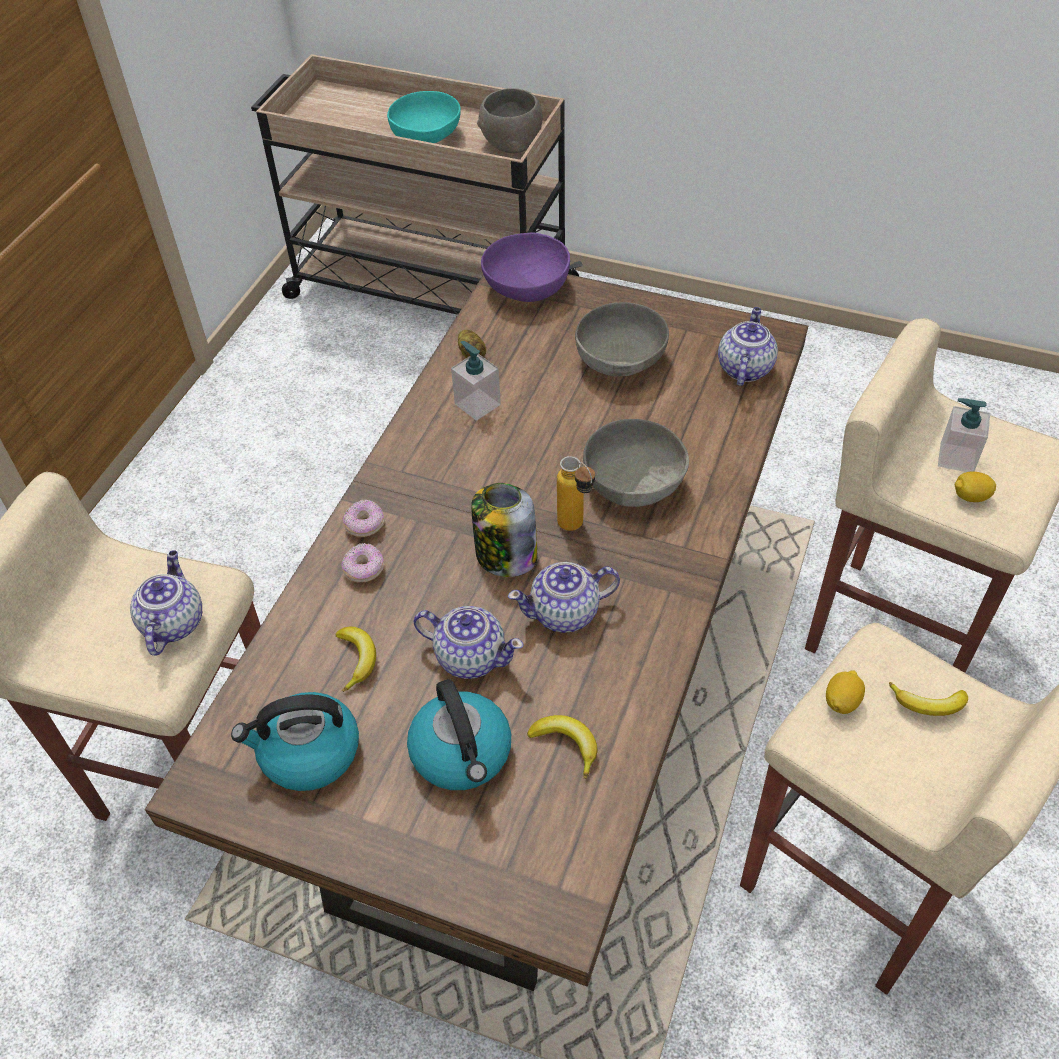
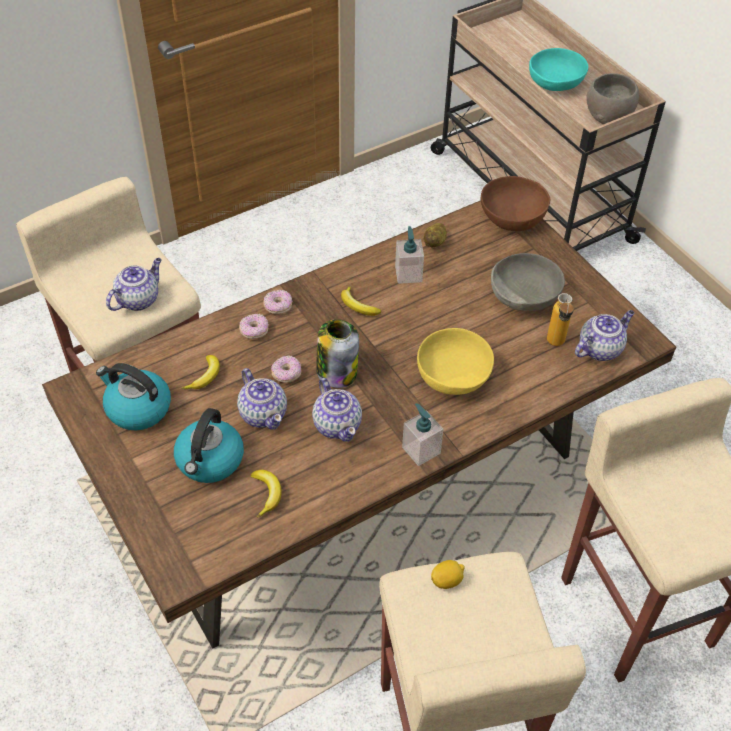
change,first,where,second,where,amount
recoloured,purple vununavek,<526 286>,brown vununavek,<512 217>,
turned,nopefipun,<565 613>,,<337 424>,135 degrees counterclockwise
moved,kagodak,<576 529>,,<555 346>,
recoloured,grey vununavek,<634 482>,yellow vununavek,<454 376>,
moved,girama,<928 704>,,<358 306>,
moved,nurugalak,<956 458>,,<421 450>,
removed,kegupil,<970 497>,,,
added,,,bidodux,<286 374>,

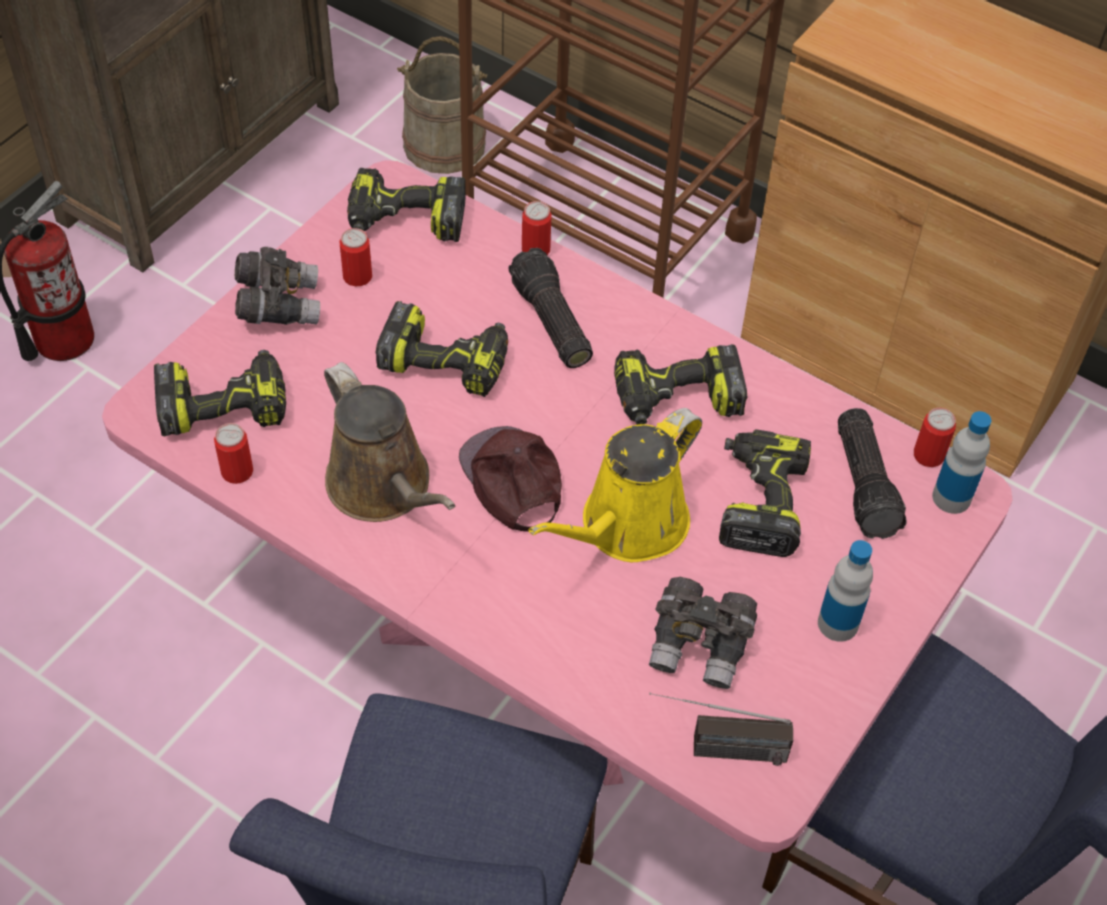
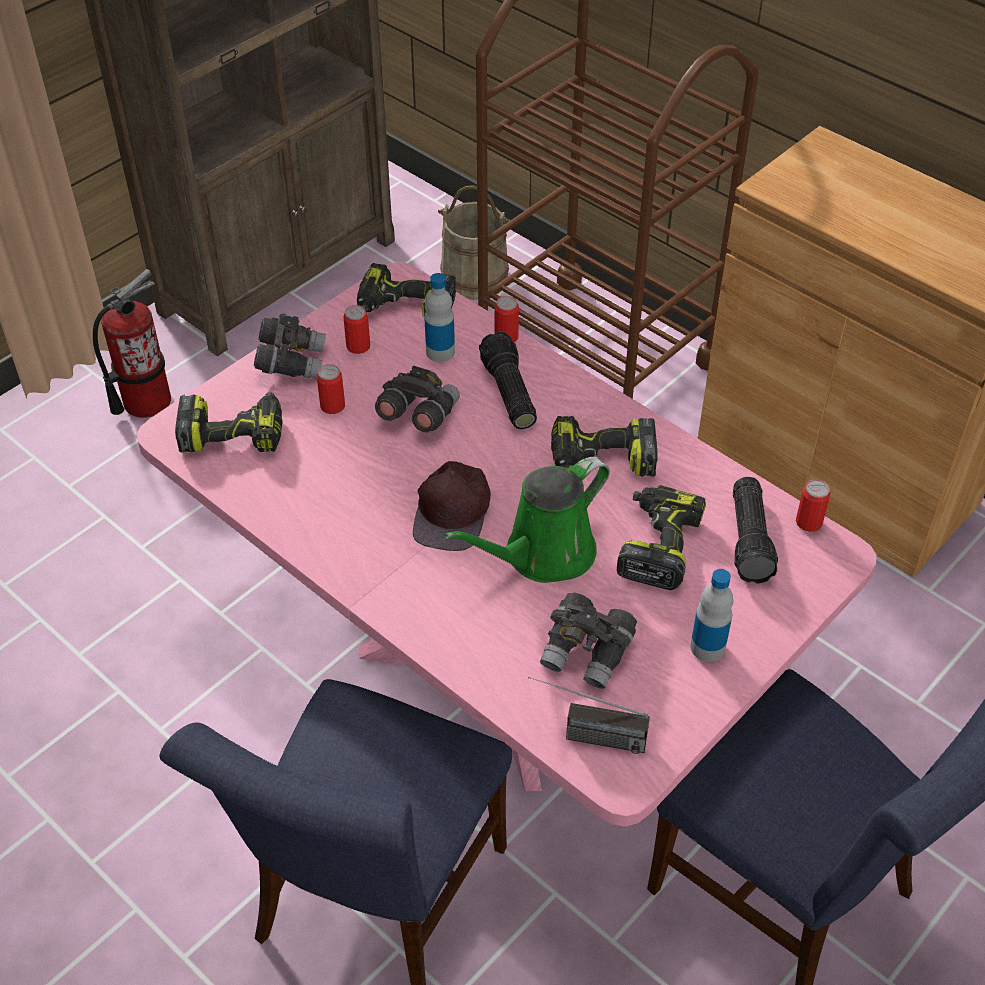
change,first,where,second,where,amount
moved,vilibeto,<237 471>,,<332 406>,
removed,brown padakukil,<384 487>,,,
replaced,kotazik,<446 360>,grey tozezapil,<418 415>,
turned,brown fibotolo,<511 481>,,<453 511>,150 degrees counterclockwise
recoloured,yellow padakukil,<627 527>,green padakukil,<542 555>,
moved,kagodak,<951 497>,,<440 352>,

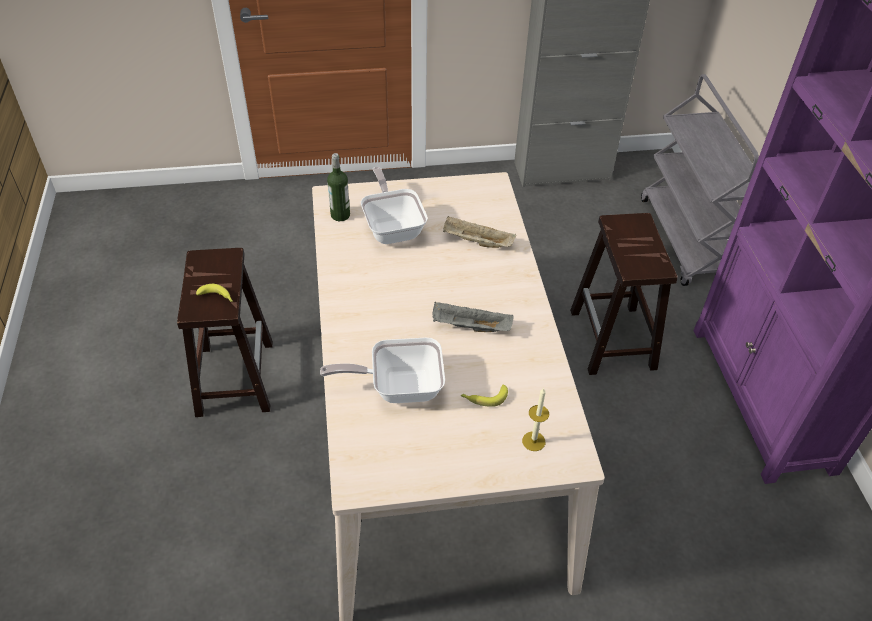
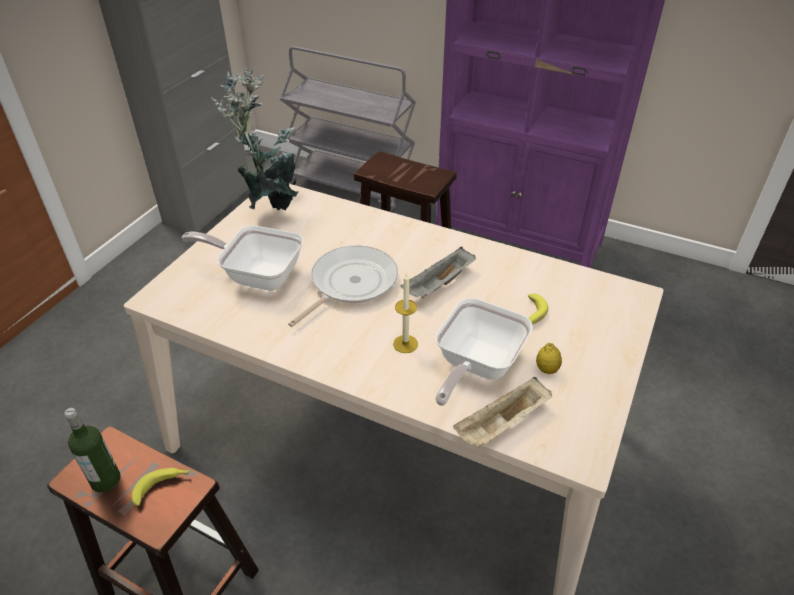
change,first,where,second,where,amount
moved,kagodak,<340 215>,,<106 480>,
moved,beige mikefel,<476 242>,,<502 425>,
moved,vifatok,<533 441>,,<405 344>,
added,,,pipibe,<271 205>,
added,,,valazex,<350 284>,
added,,,kegupil,<546 369>,

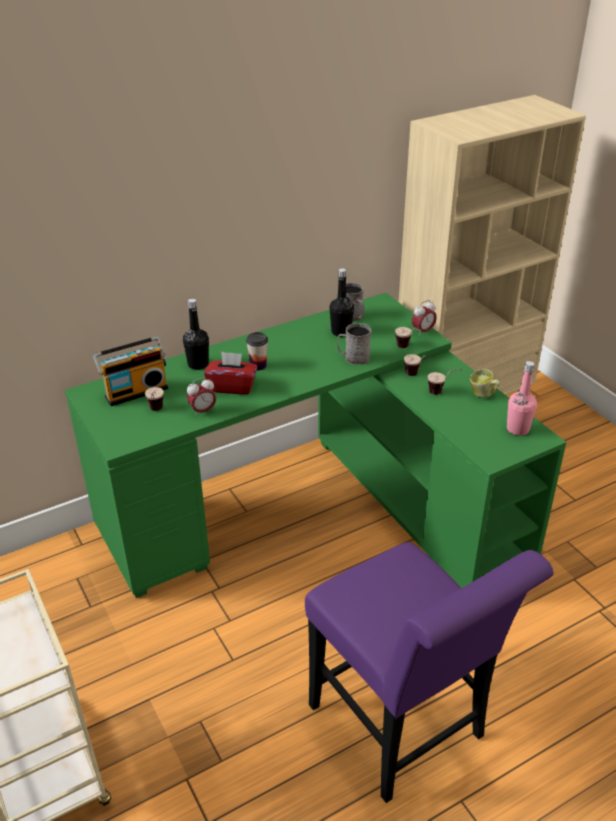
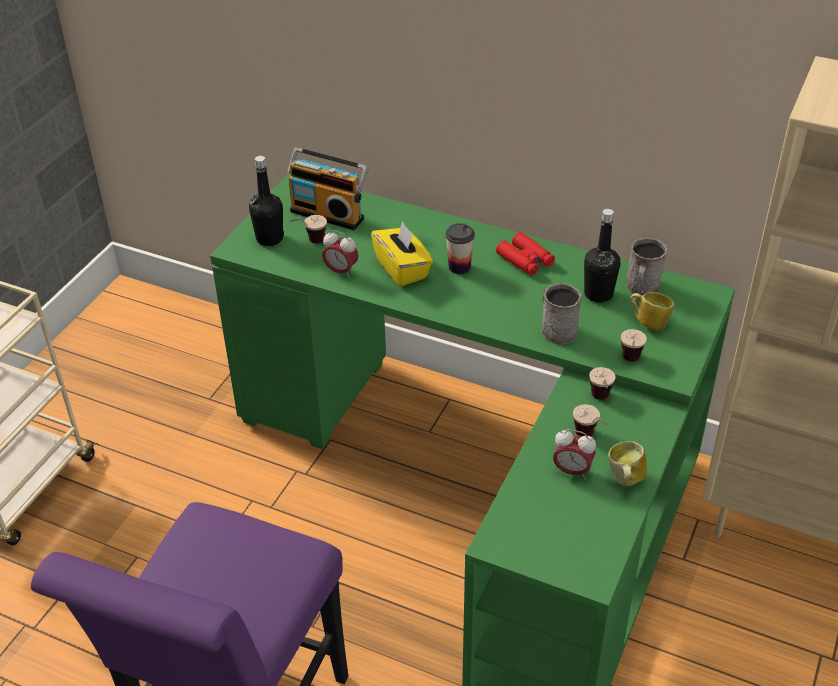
change,first,where,second,where,amount
moved,black kagodak,<198 364>,,<269 239>,
recoloured,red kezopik,<232 386>,yellow kezopik,<402 269>,
moved,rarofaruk,<423 331>,,<572 471>,
removed,pink kagodak,<517 429>,,,
added,,,red tozezapil,<525 260>,
added,,,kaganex,<648 323>,

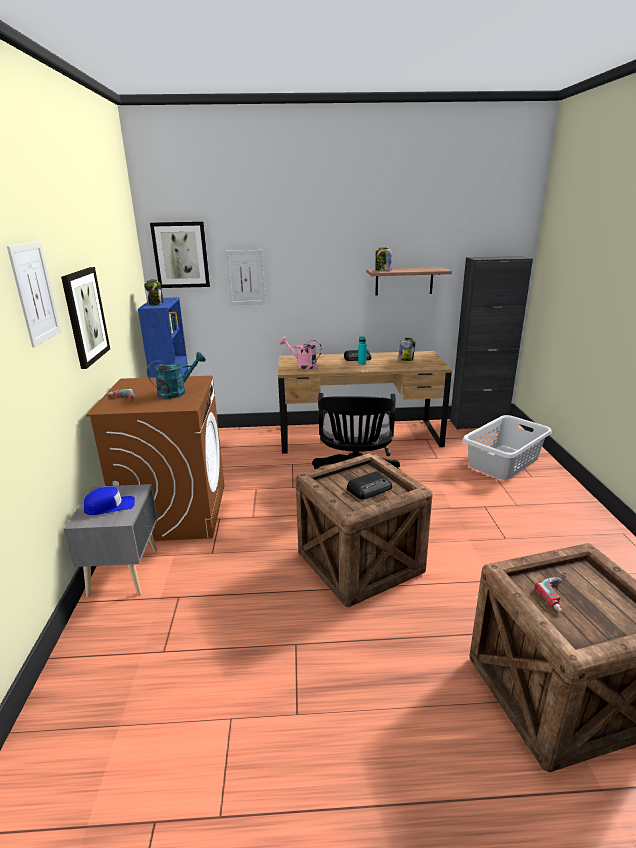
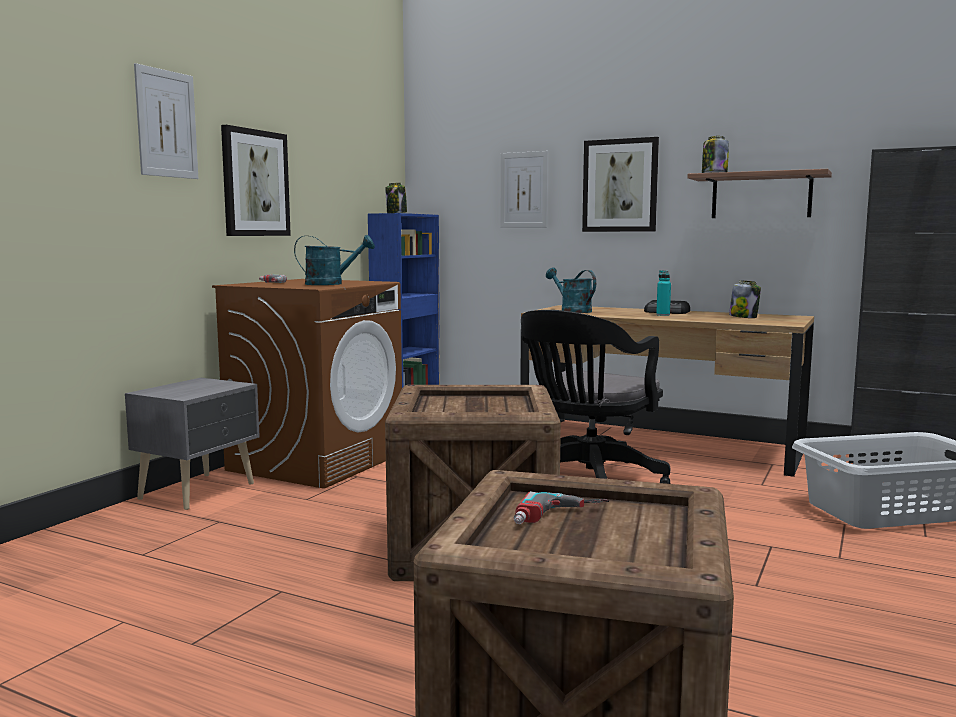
change,first,where,second,where,amount
removed,blue fibotolo,<110 506>,,,
moved,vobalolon,<181 255>,,<620 185>,
recoloured,pink padakukil,<303 365>,turquoise padakukil,<572 311>,
removed,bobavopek,<370 489>,,,

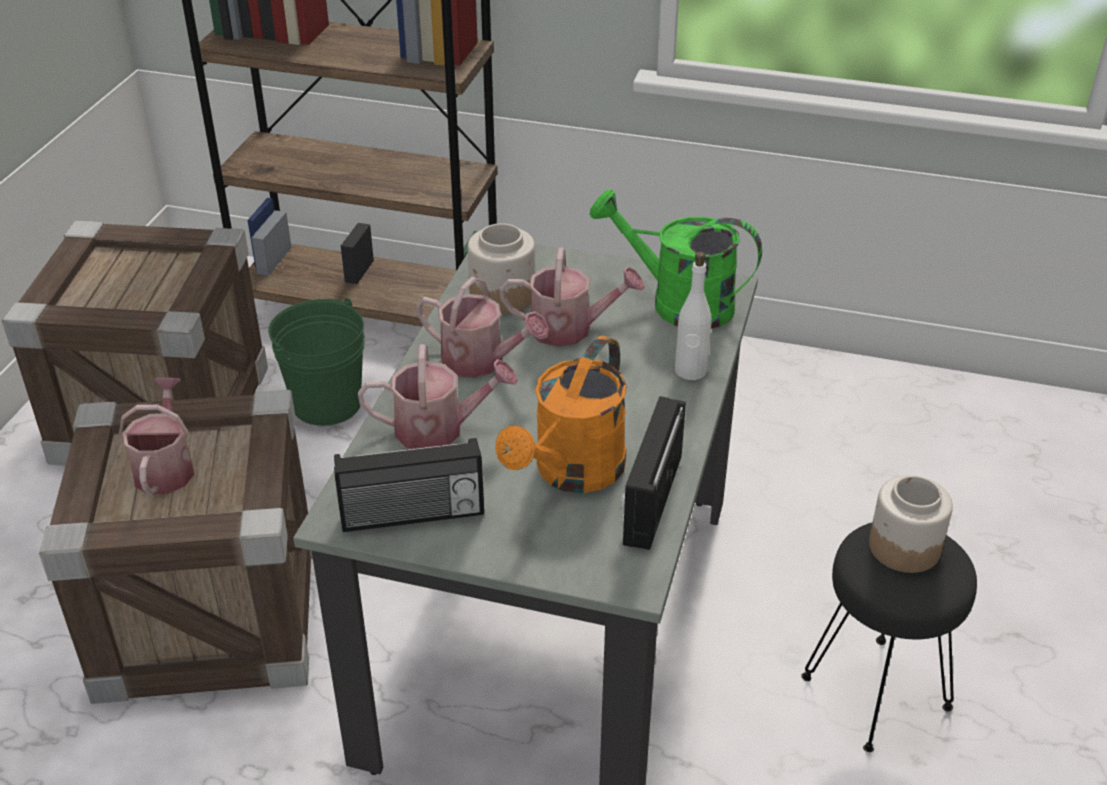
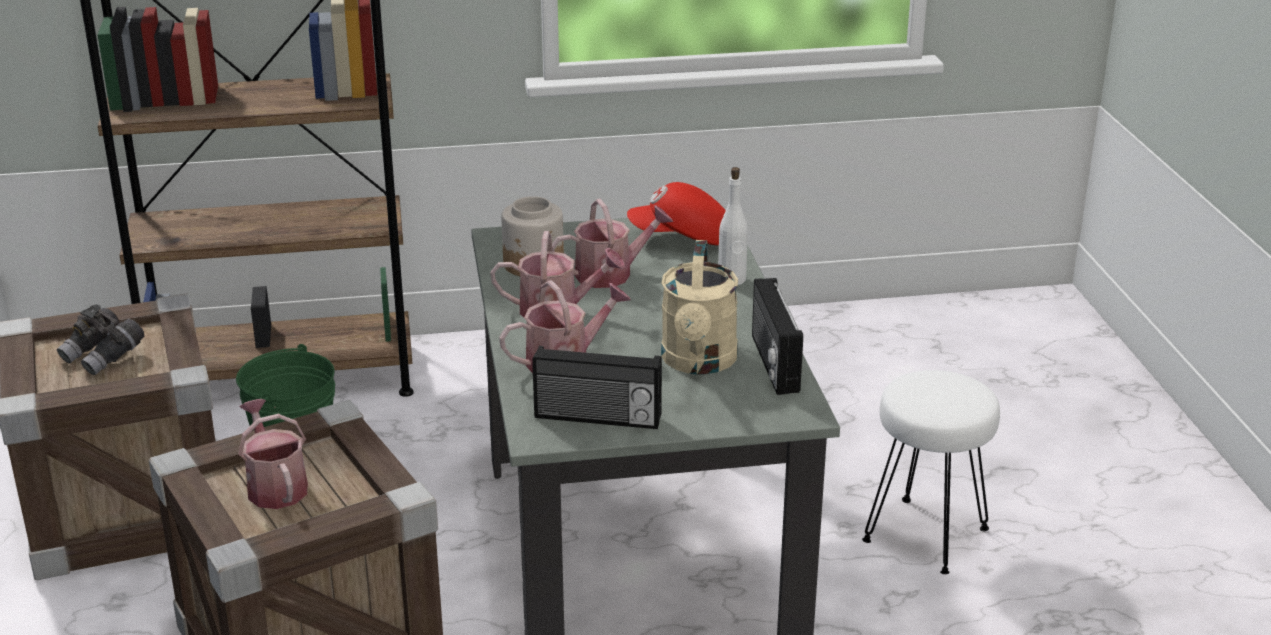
change,first,where,second,where,amount
turned,bobavopek,<412 516>,,<597 418>,45 degrees clockwise
recoloured,orange padakukil,<571 474>,beige padakukil,<698 363>,
replaced,green padakukil,<677 303>,red fibotolo,<683 239>,
recoloured,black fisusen,<876 694>,white fisusen,<926 536>,
removed,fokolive,<903 547>,,,
added,,,grey tozezapil,<104 357>,

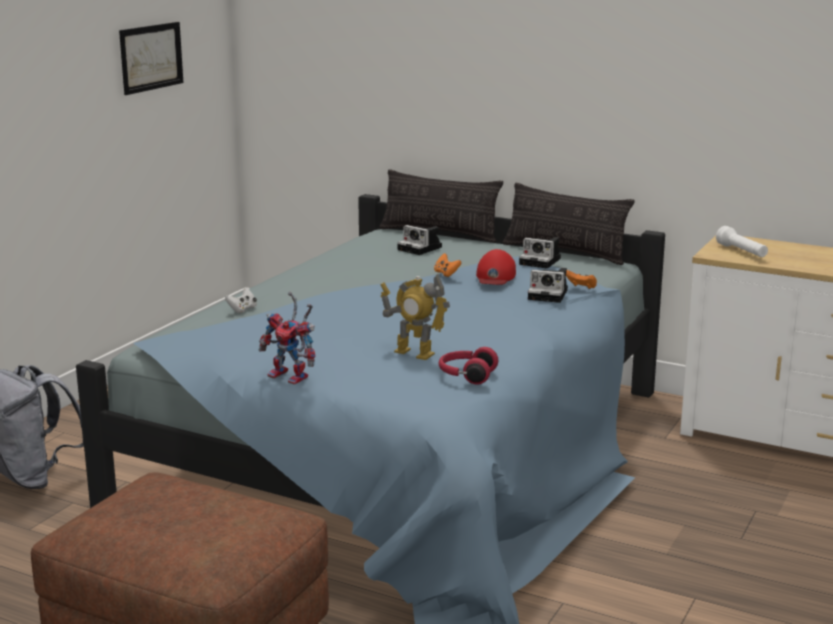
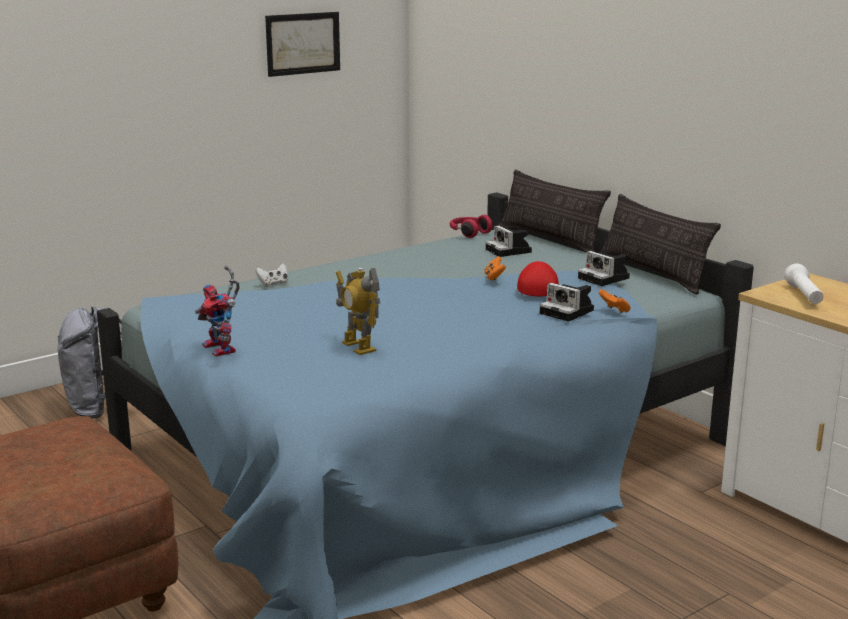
change,first,where,second,where,amount
moved,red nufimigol,<466 376>,,<469 233>,
turned,red fibotolo,<495 276>,,<537 286>,150 degrees clockwise

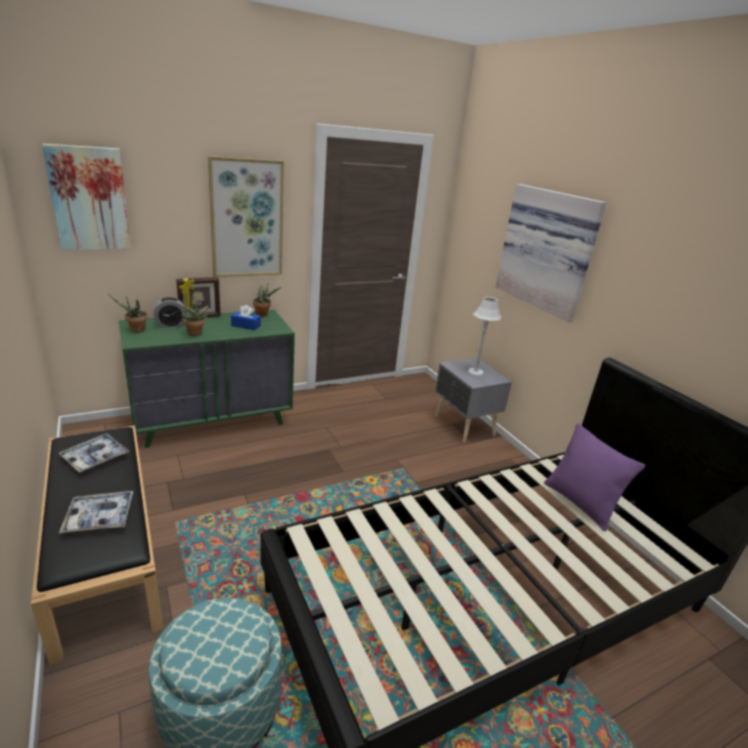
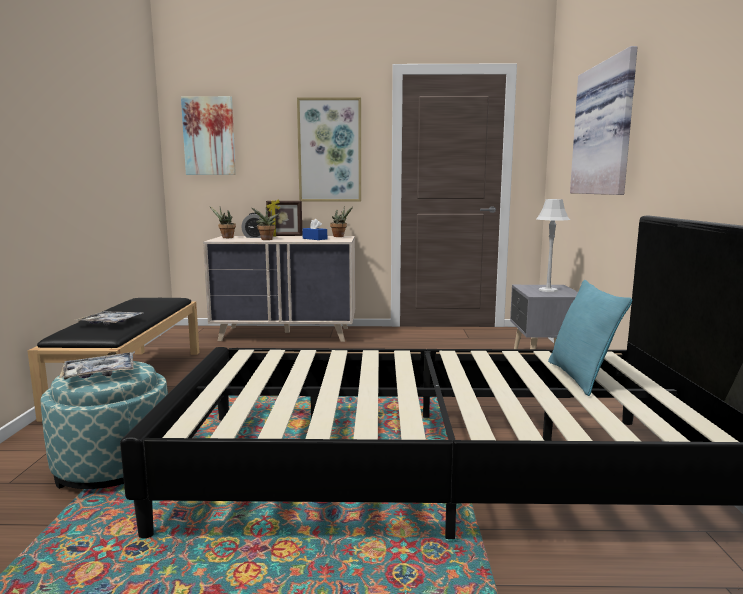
change,first,where,second,where,amount
moved,mikefel,<95 457>,,<99 373>,
recoloured,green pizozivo,<213 420>,beige pizozivo,<286 334>,
recoloured,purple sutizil,<579 503>,turquoise sutizil,<580 377>,

